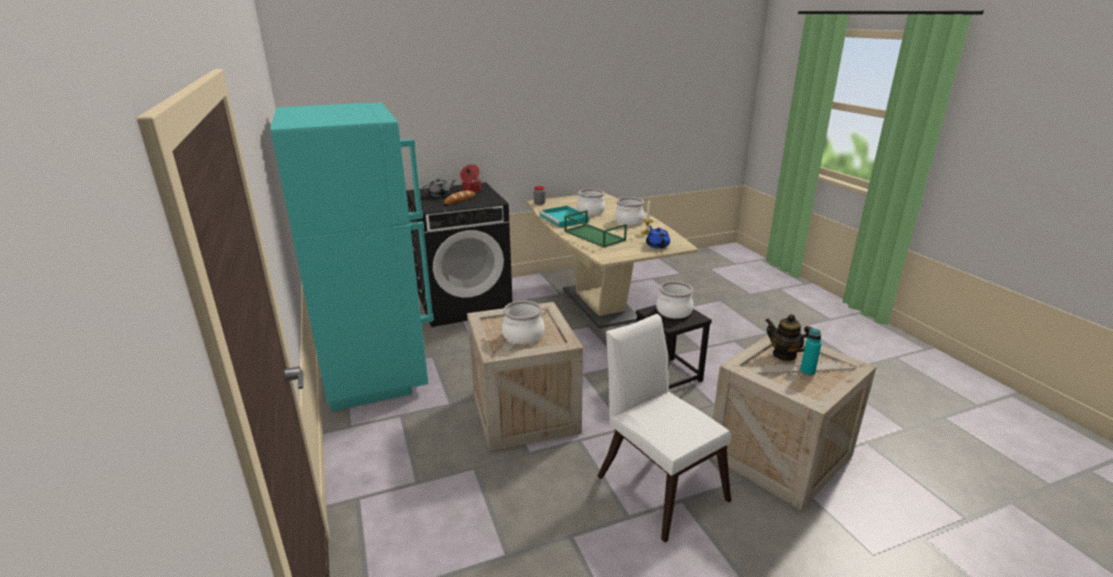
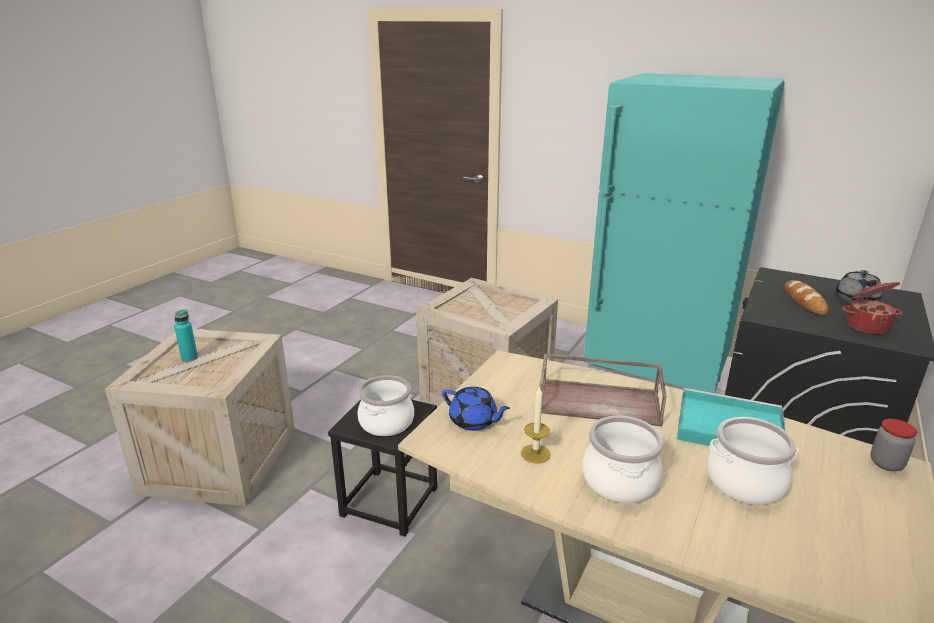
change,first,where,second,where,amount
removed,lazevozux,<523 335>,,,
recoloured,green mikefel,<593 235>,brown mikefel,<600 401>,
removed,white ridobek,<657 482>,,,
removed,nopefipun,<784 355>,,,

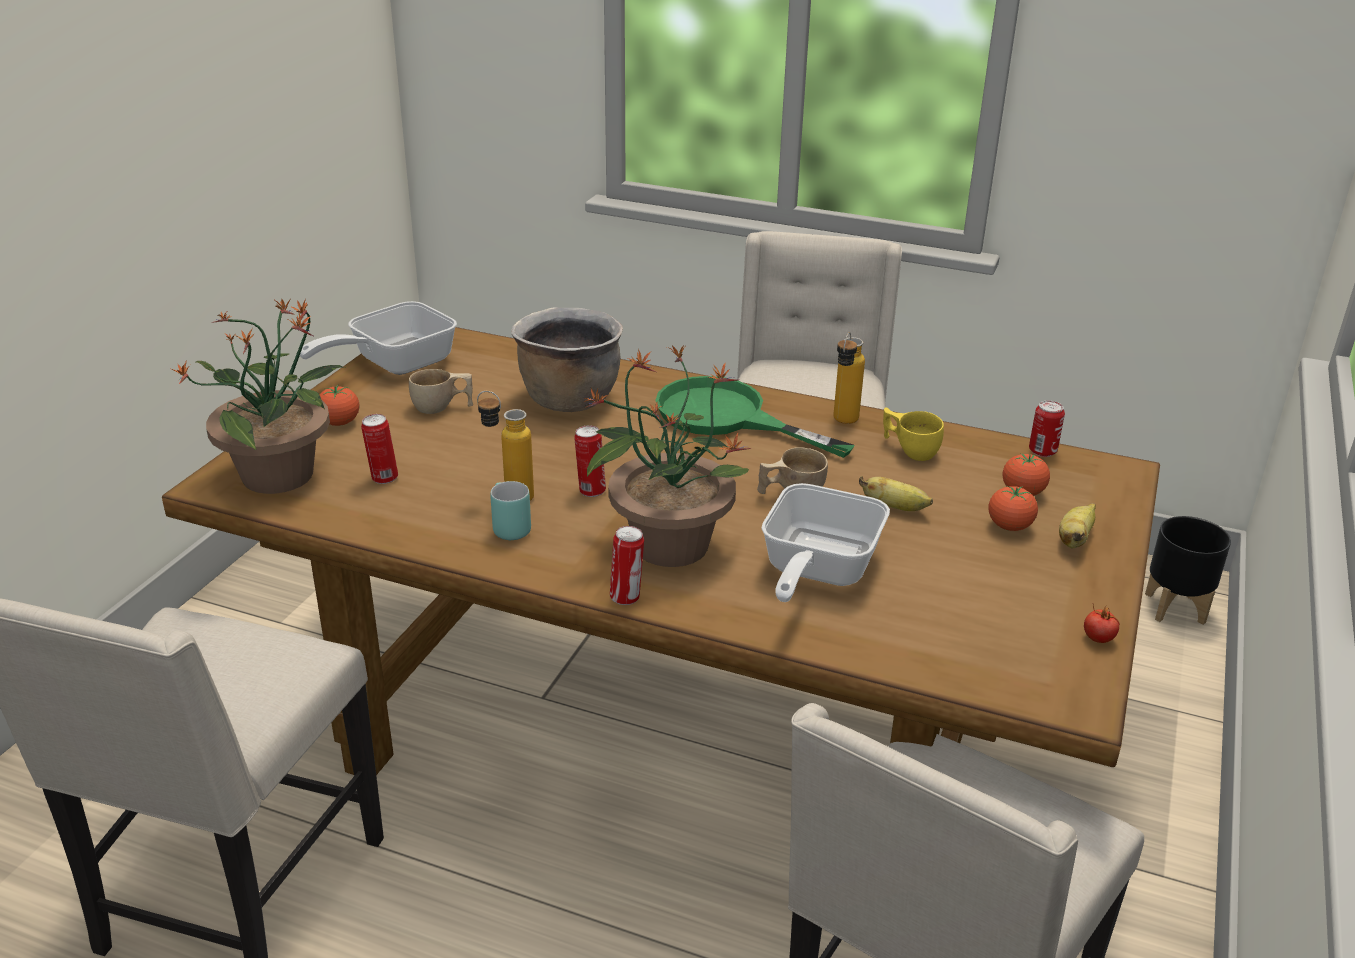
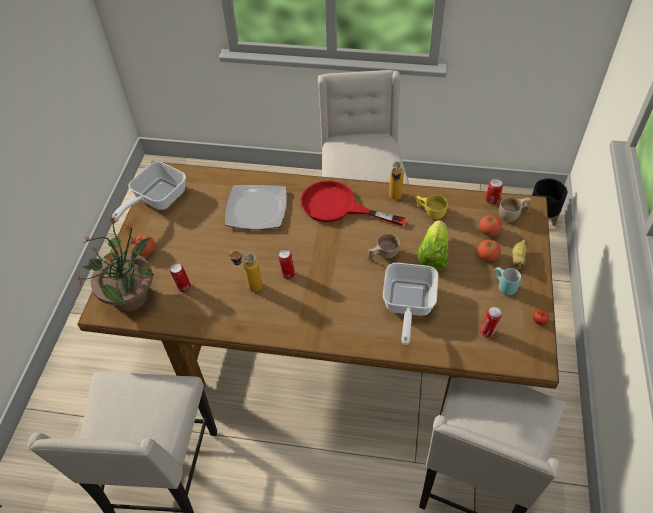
change,first,where,second,where,amount
moved,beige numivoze,<442 408>,,<512 215>,
moved,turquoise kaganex,<506 528>,,<503 286>,
replaced,brown lazevozux,<569 399>,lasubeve,<256 209>,
removed,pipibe,<669 544>,,,
moved,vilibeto,<626 597>,,<487 332>,
recoloured,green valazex,<727 417>,red valazex,<338 207>,
replaced,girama,<895 508>,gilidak,<433 255>,

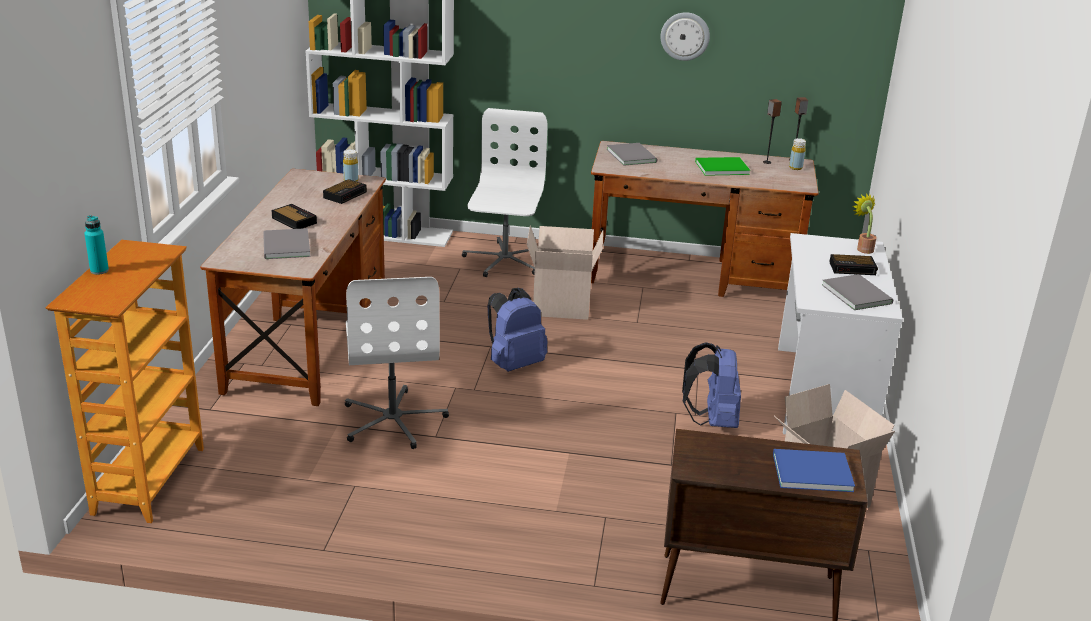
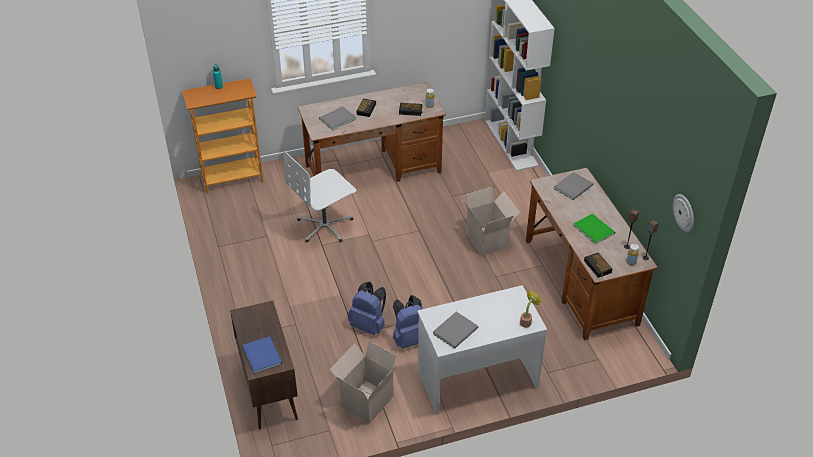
change,first,where,second,where,amount
removed,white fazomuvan,<504 260>,,,
moved,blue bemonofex,<514 364>,,<369 325>,
moved,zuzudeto,<685 36>,,<684 212>,
moved,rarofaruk,<853 268>,,<598 267>,

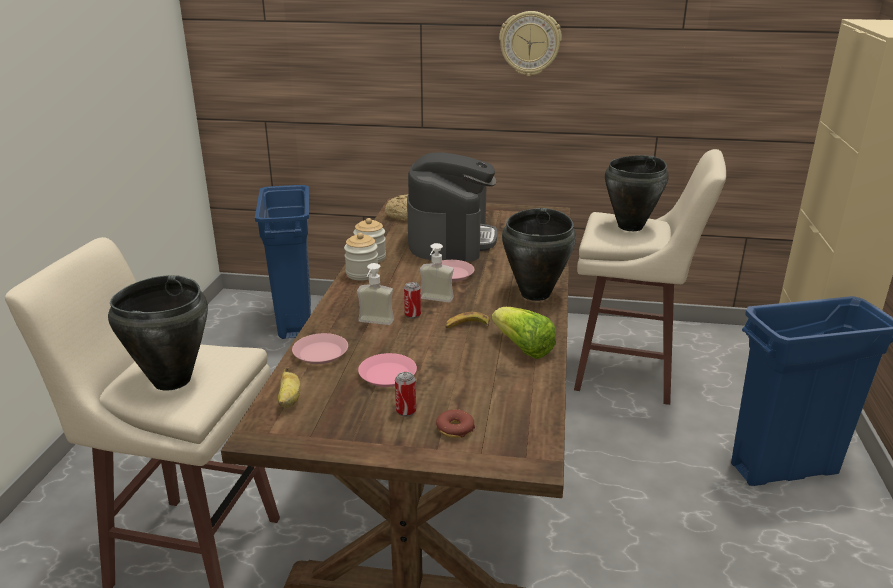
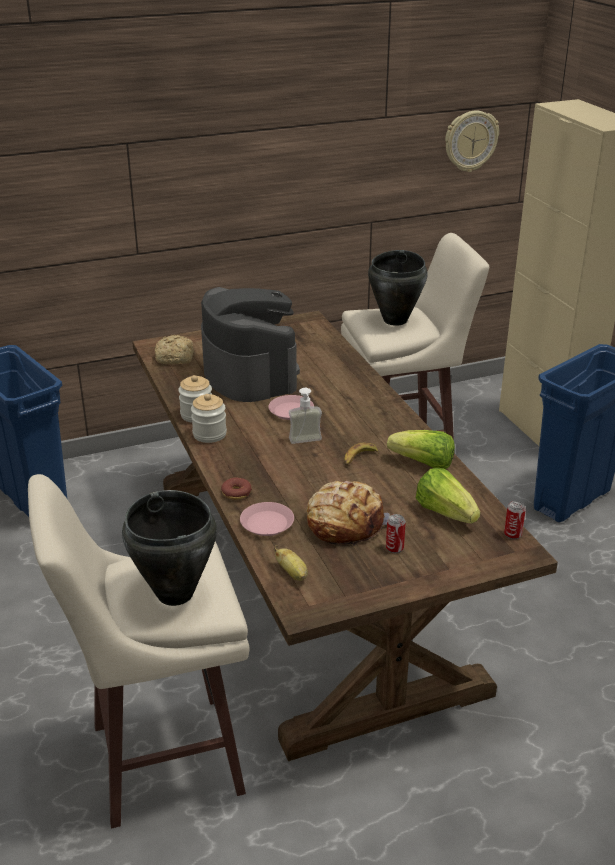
change,first,where,second,where,amount
removed,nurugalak,<374 324>,,,
replaced,pink lasubeve,<387 375>,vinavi,<345 523>,
moved,vilibeto,<412 315>,,<512 534>,
moved,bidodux,<455 429>,,<236 493>,
moved,zuzudeto,<530 43>,,<470 141>,
removed,black lazevozux,<536 294>,,,
added,,,gilidak,<445 512>,

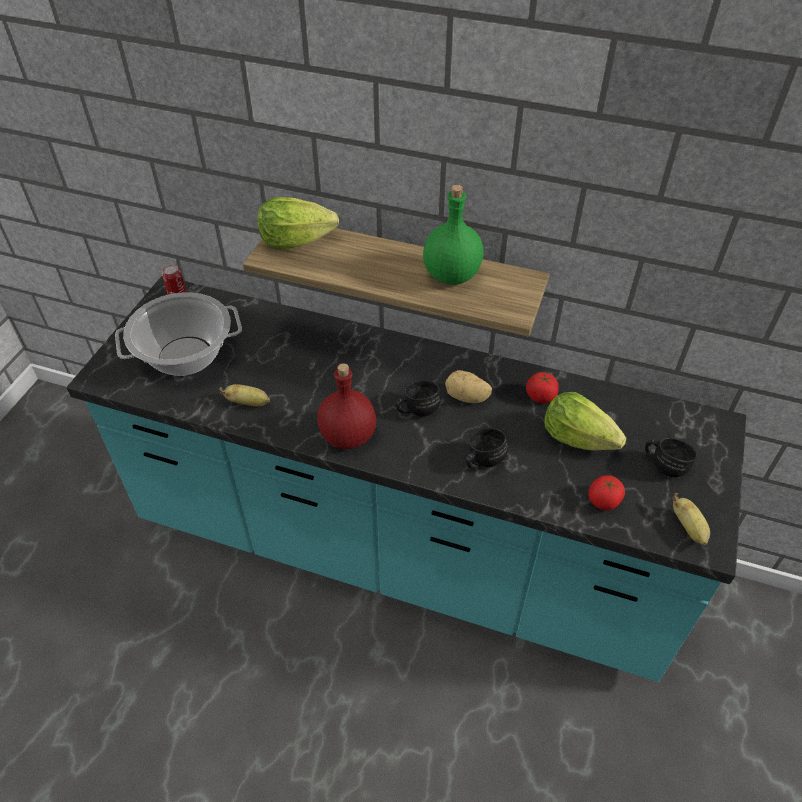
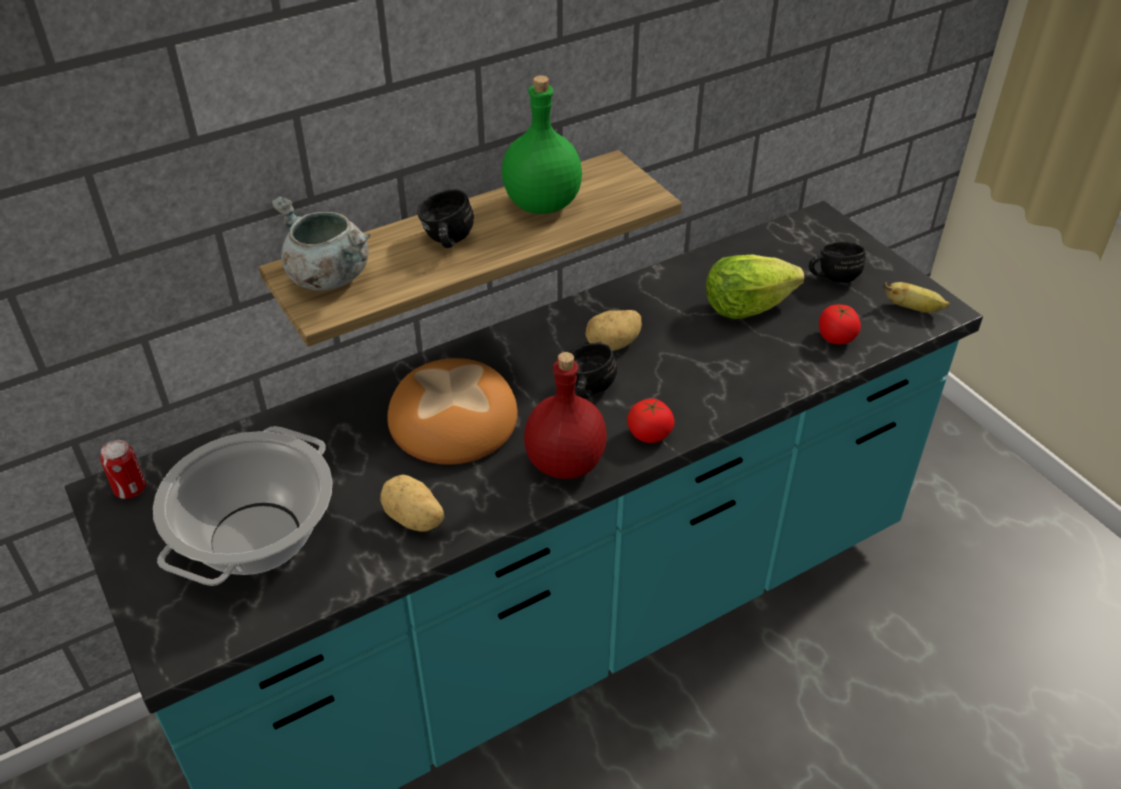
change,first,where,second,where,amount
replaced,girama,<248 403>,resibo,<413 520>,
replaced,gilidak,<295 241>,grey lazevozux,<326 276>,
moved,black kaganex,<482 460>,,<446 242>,
moved,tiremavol,<540 396>,,<649 434>,
added,,,vinavi,<452 418>,

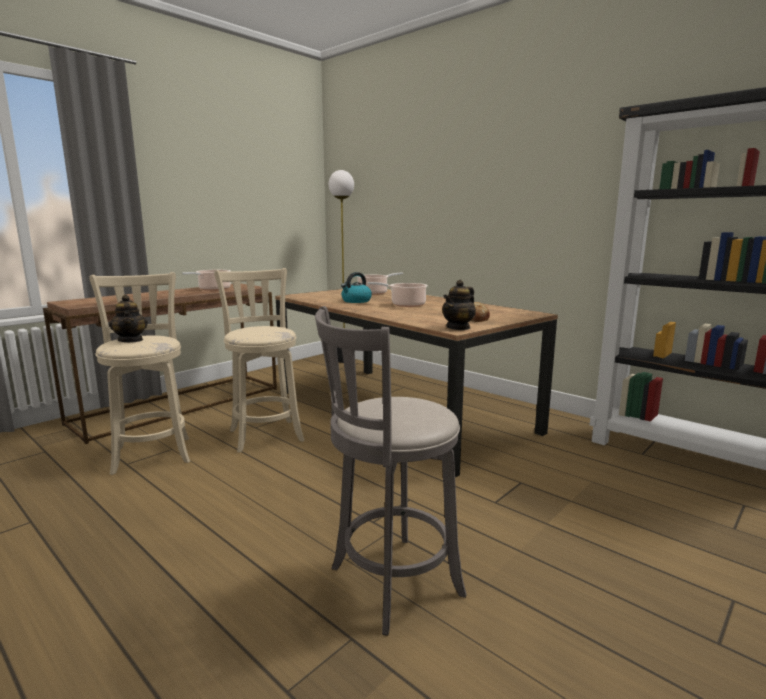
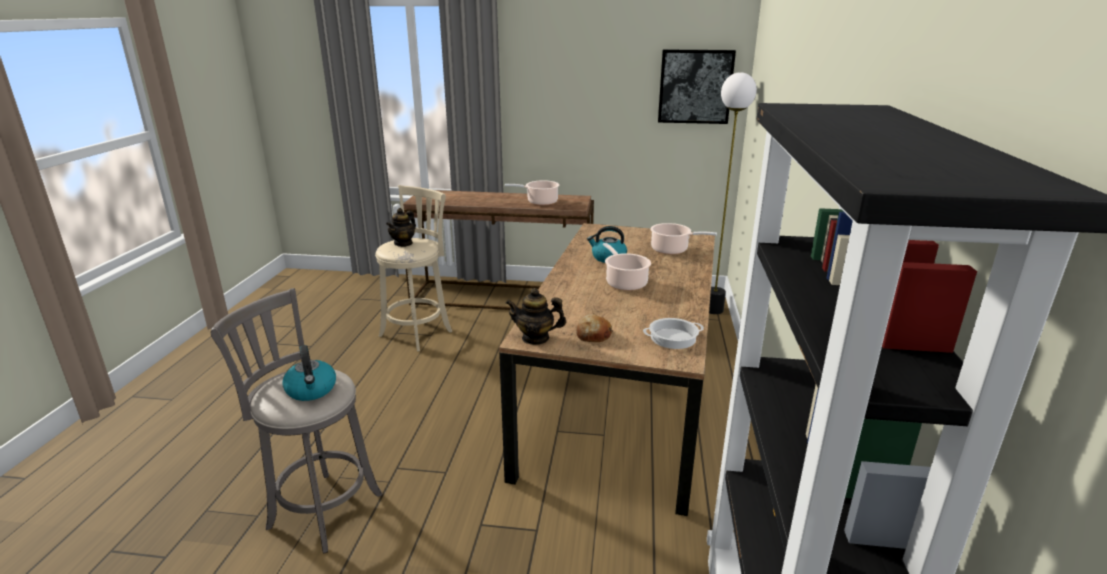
change,first,where,second,where,amount
removed,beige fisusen,<265 434>,,,
added,,,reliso,<312 390>,
added,,,lazevozux,<673 338>,
added,,,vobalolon,<695 86>,

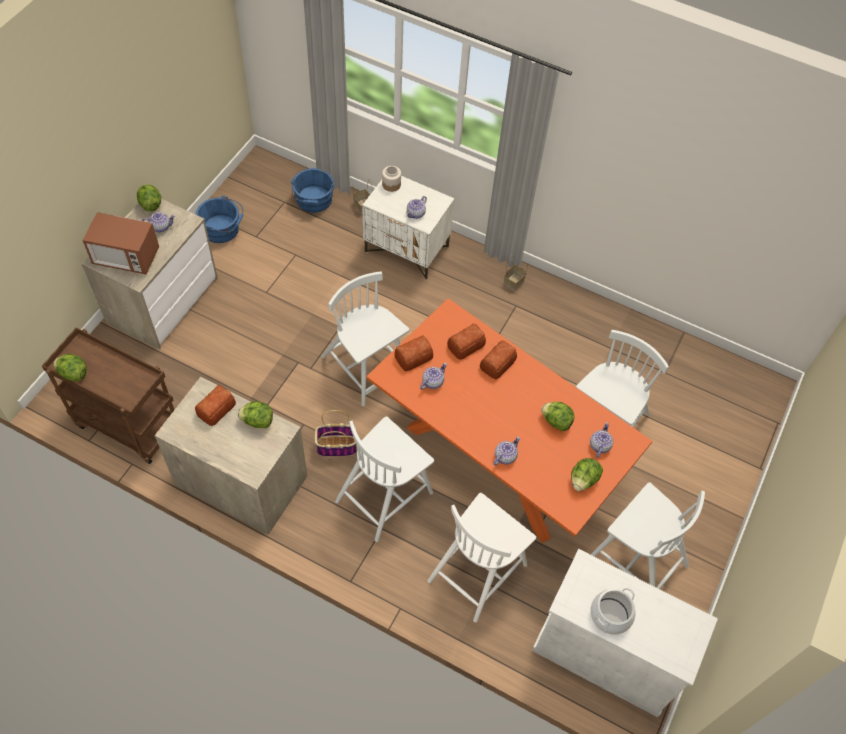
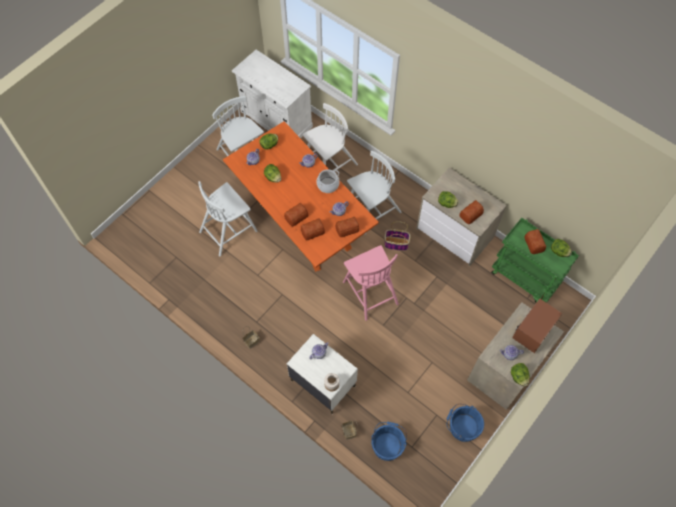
change,first,where,second,where,amount
recoloured,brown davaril,<126 425>,green davaril,<525 278>,
turned,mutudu,<126 257>,,<533 331>,75 degrees counterclockwise
recoloured,white ridobek,<366 368>,pink ridobek,<370 292>,
moved,lazevozux,<610 615>,,<328 185>,
added,,,vinavi,<534 243>,

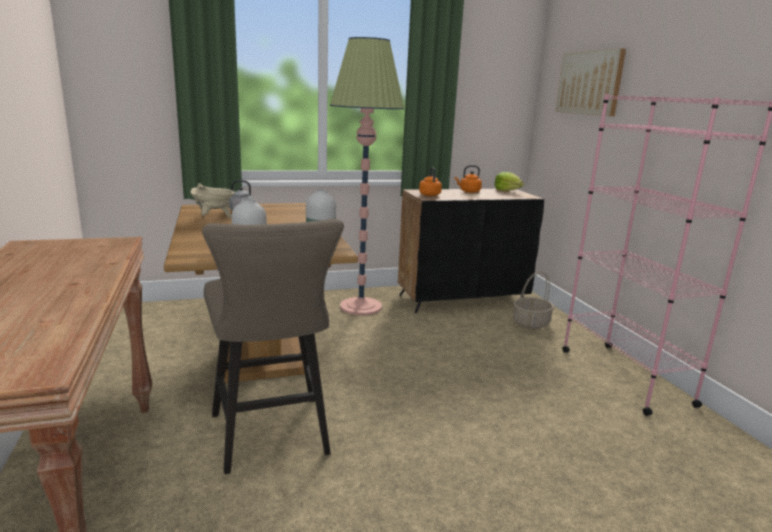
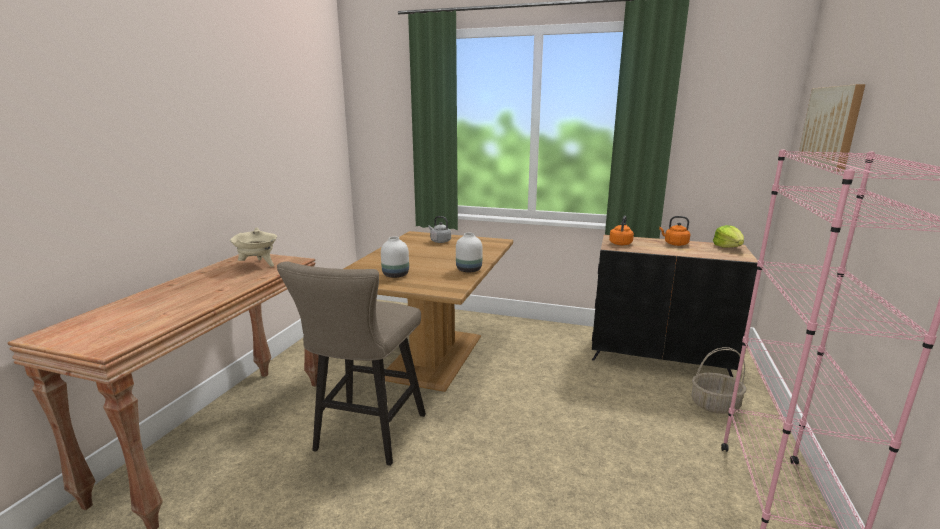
change,first,where,second,where,amount
moved,beige lazevozux,<213 218>,,<258 265>,
removed,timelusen,<361 307>,,,

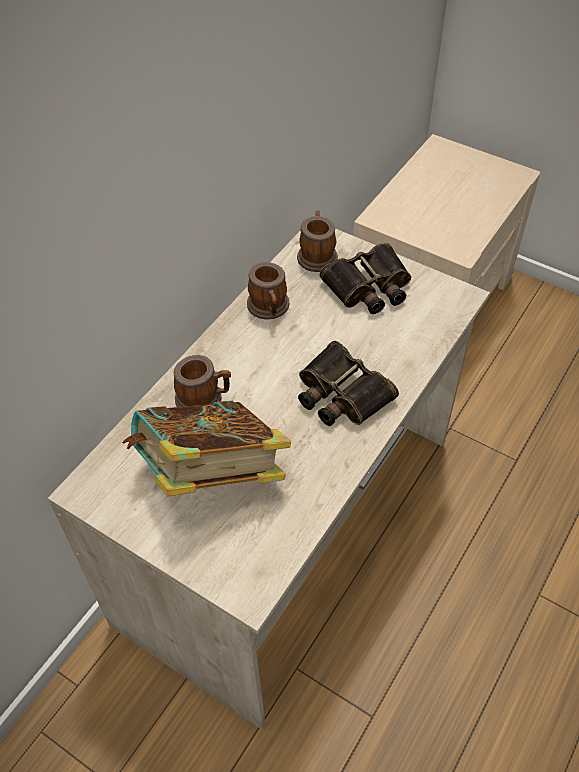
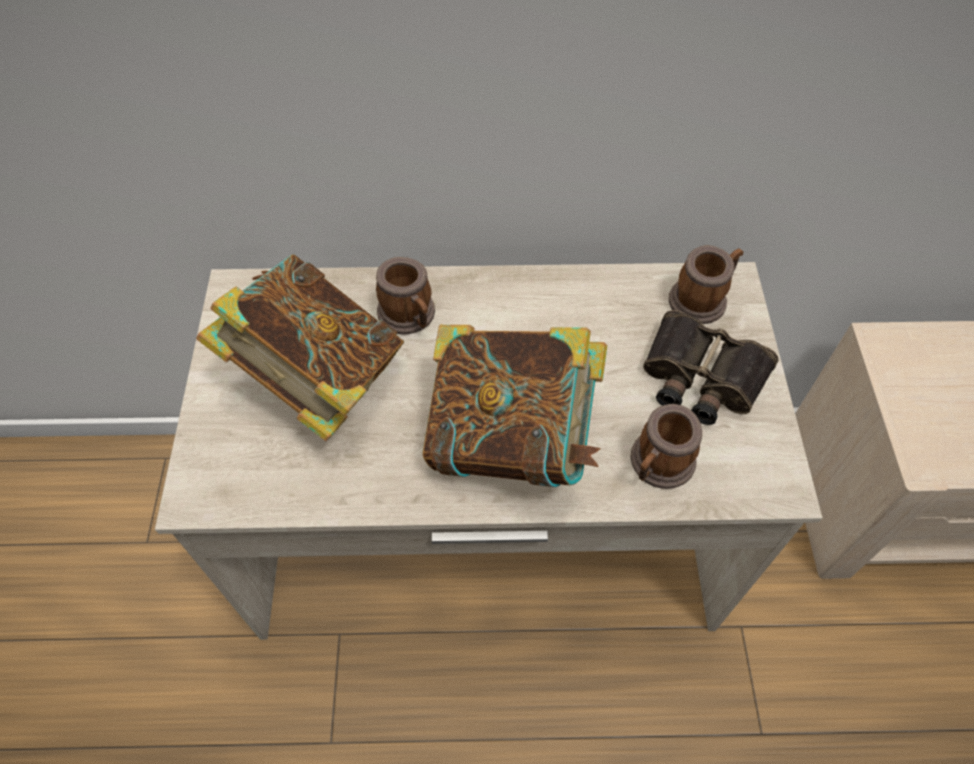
change,first,where,second,where,amount
moved,kaganex,<269 308>,,<658 465>,
replaced,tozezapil,<340 394>,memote,<512 437>,

